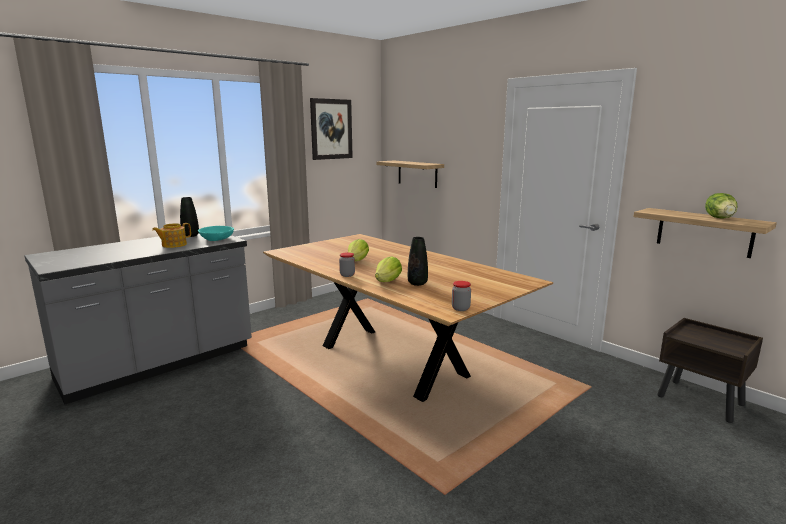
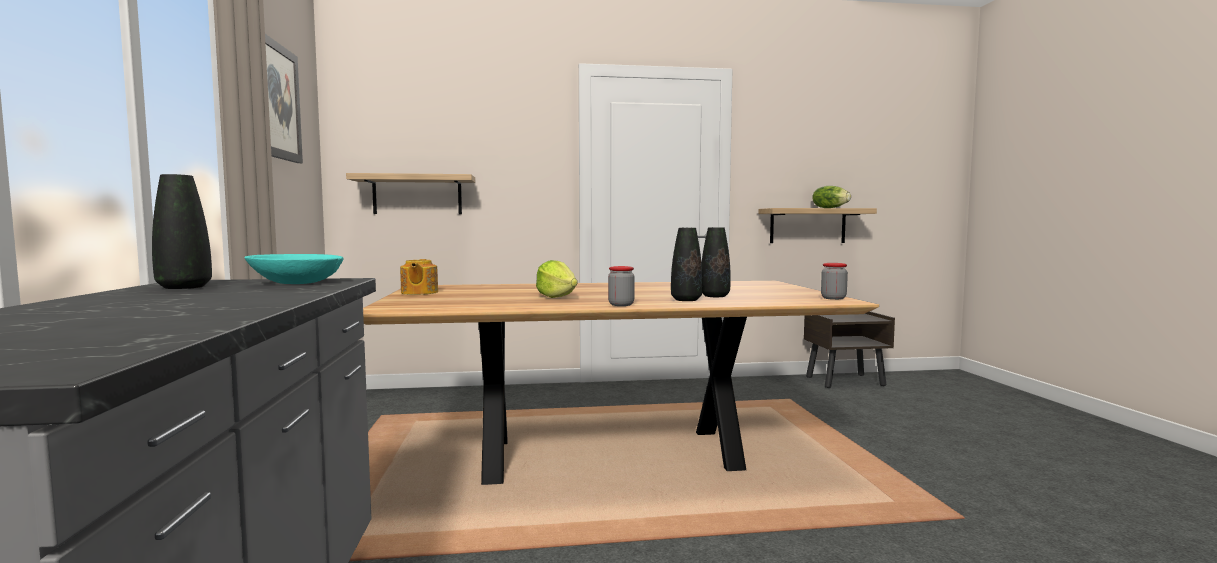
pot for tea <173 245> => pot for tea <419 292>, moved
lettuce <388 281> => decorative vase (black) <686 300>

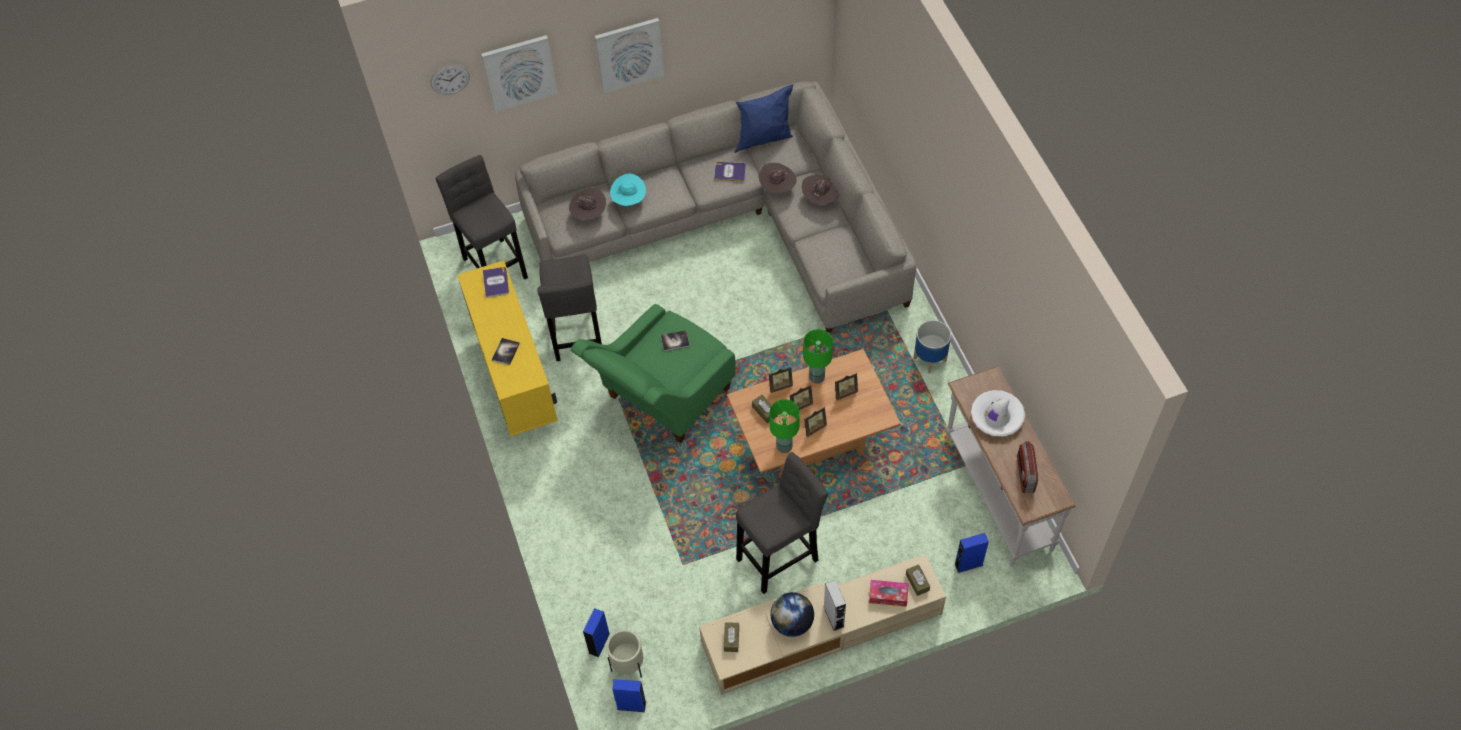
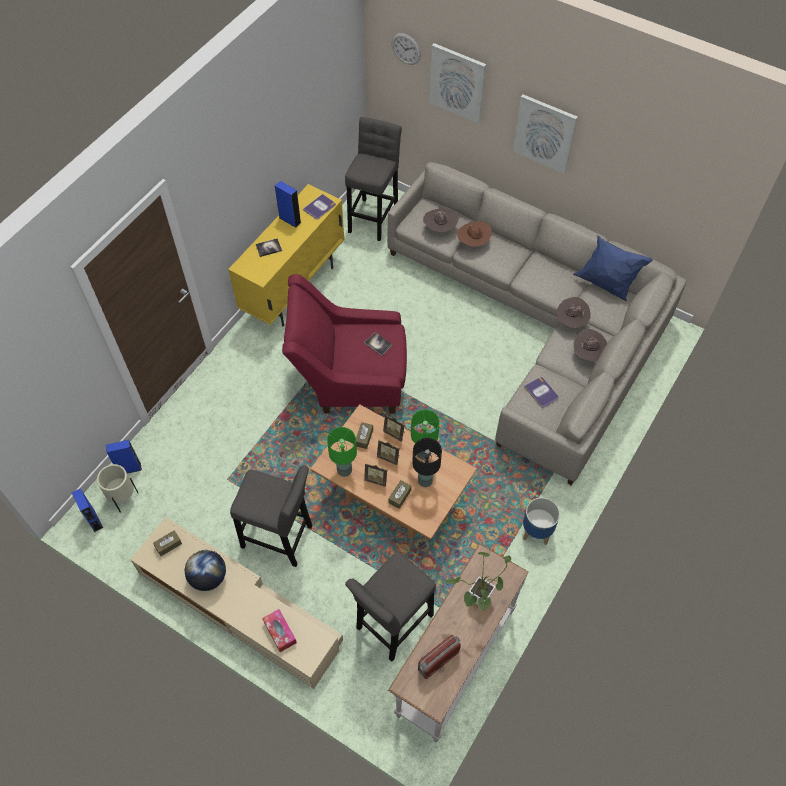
loudspeaker (blue-coloured) <968 564> => loudspeaker (blue-coloured) <290 220>, moved
lounge chair (green-coloured) <662 400> => lounge chair (red) <350 379>
stool seat (gray) <577 337> => stool seat (gray) <392 625>, moved
box of tissues (brown-coloured) <917 582> => box of tissues (brown-coloured) <399 496>, moved
standing frame <844 392> => tabletop lamp (black) <425 480>
hat (white) <997 417> => plant in a pot <477 602>
hat (turquoise-coloured) <629 200> => hat (brown-coloured) <473 243>
book <730 172> => book <541 392>, moved
loudspeaker (gray) <833 616> => nothing

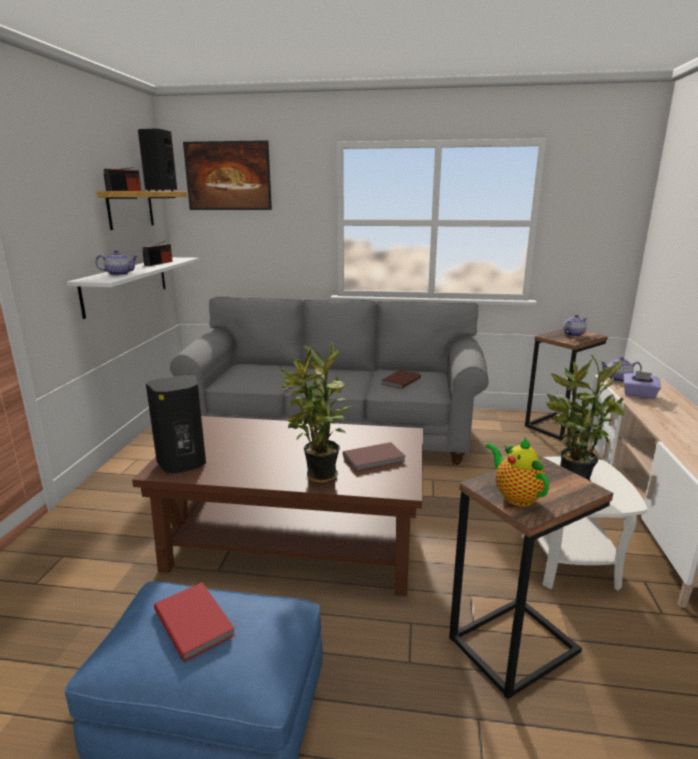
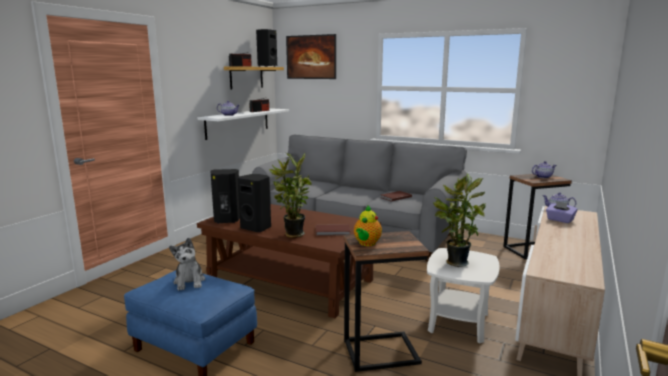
book (red) <195 621> => cuddly toy <189 281>
nothing => loudspeaker (black) <257 228>
pot for tea <515 496> => pot for tea <366 243>, 150 degrees counterclockwise

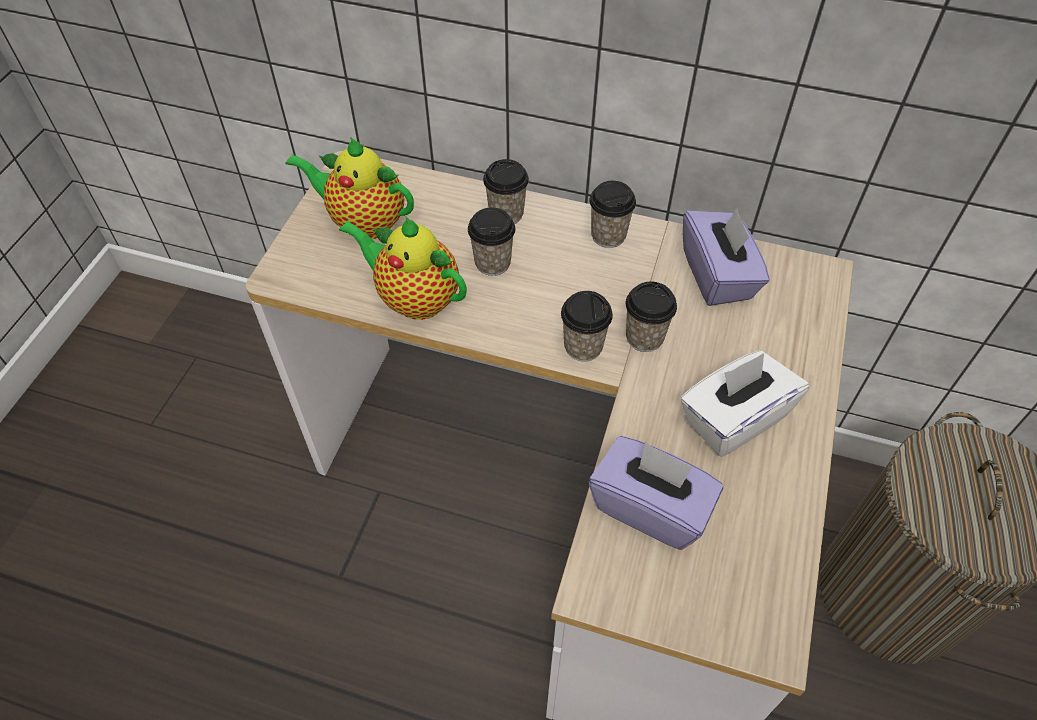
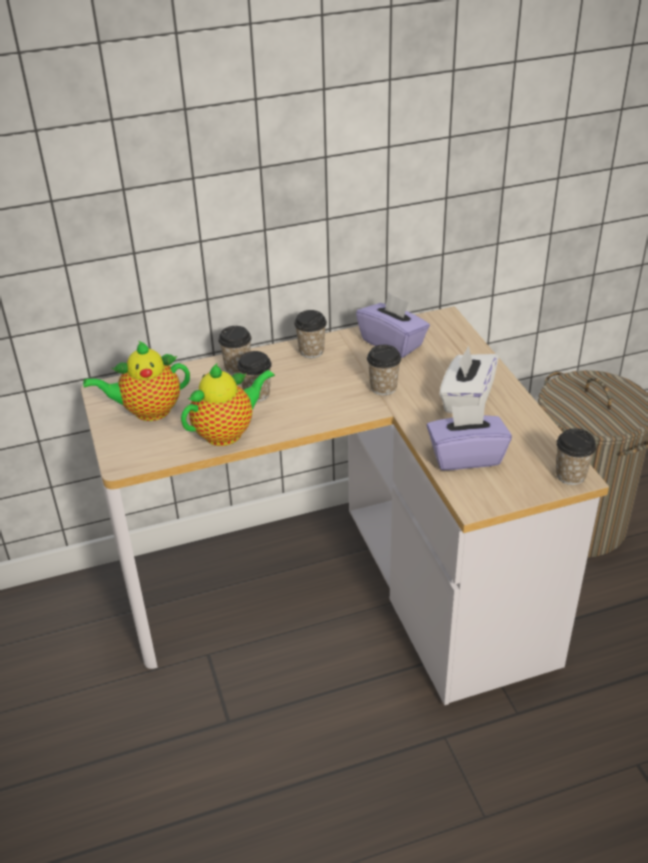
pot for tea <414 298> => pot for tea <227 432>, 150 degrees clockwise
drinking cup <583 346> => drinking cup <570 475>, moved

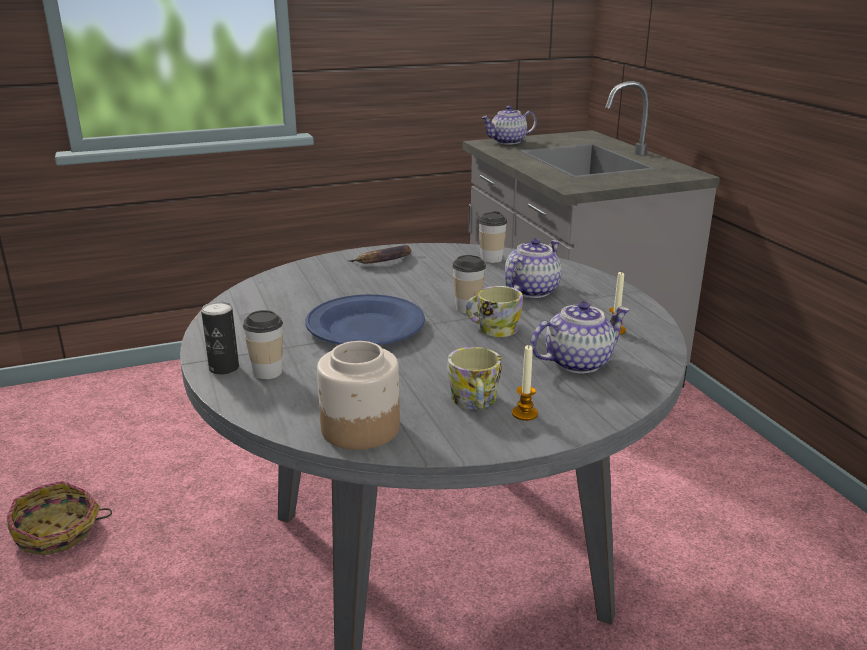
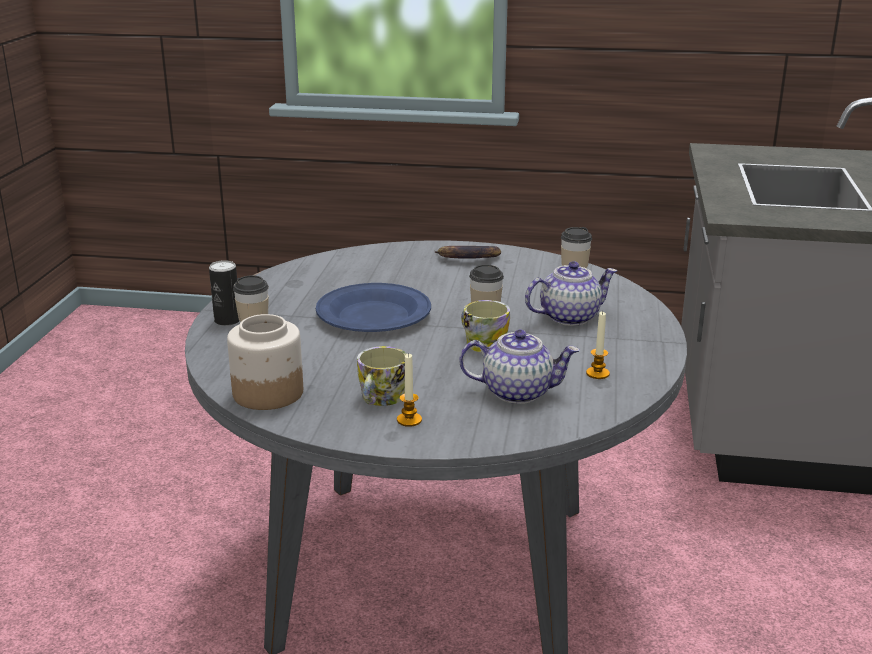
household basket <58 532> => nothing
pot for tea <508 142> => nothing

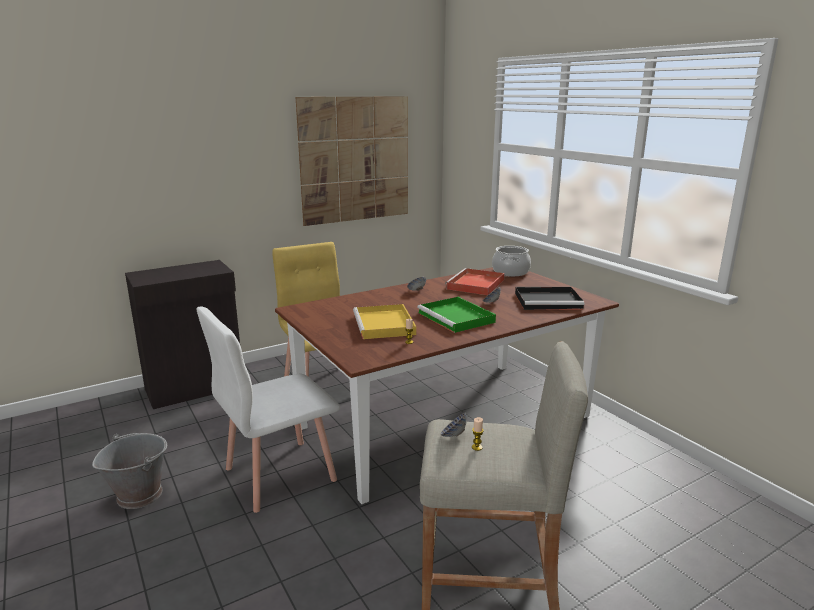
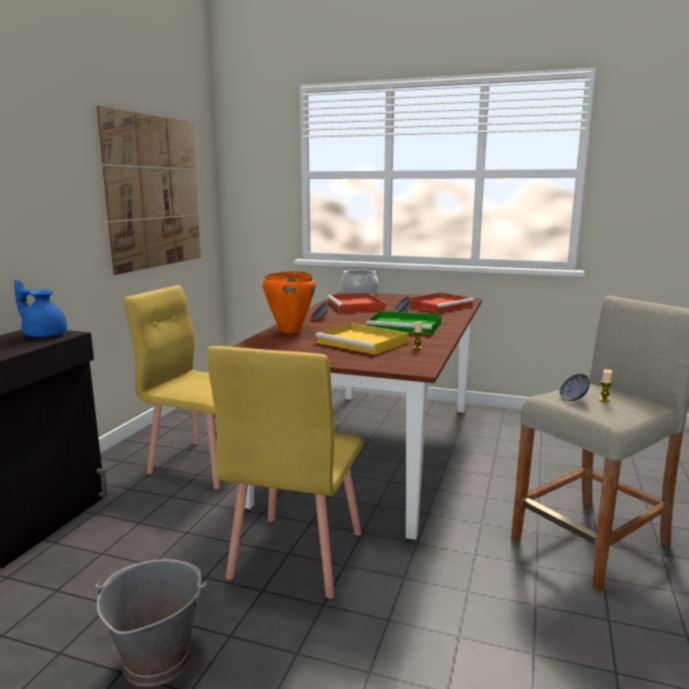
nothing => pot for tea (blue-coloured) <44 335>
upright chair (white) <279 474> => upright chair (yellow) <296 555>
nothing => saucepot (orange) <289 330>
tray (black) <549 301> => tray (red) <438 305>

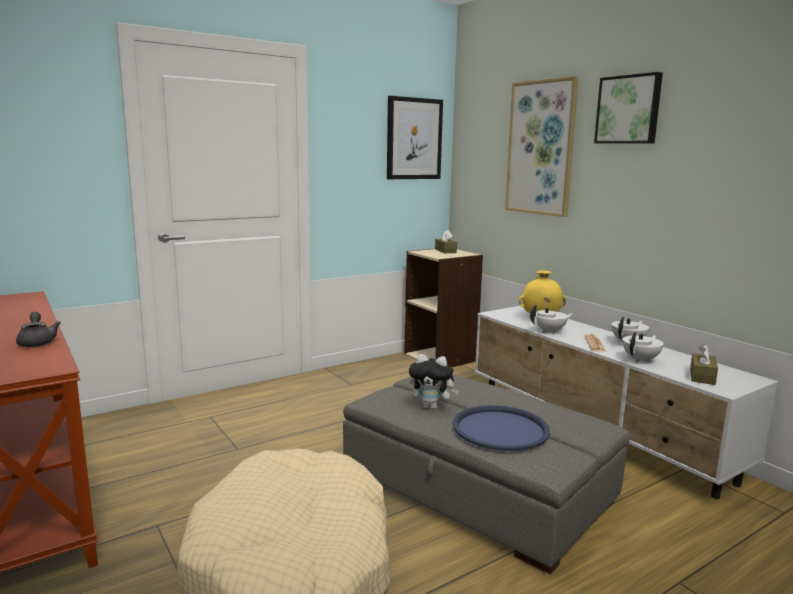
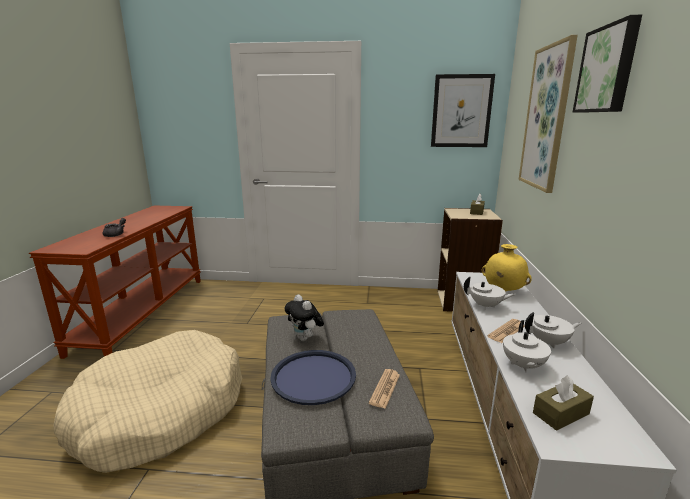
nothing => printed paper <385 388>
pot for tea (white) <641 360> => pot for tea (white) <522 365>, 105 degrees clockwise

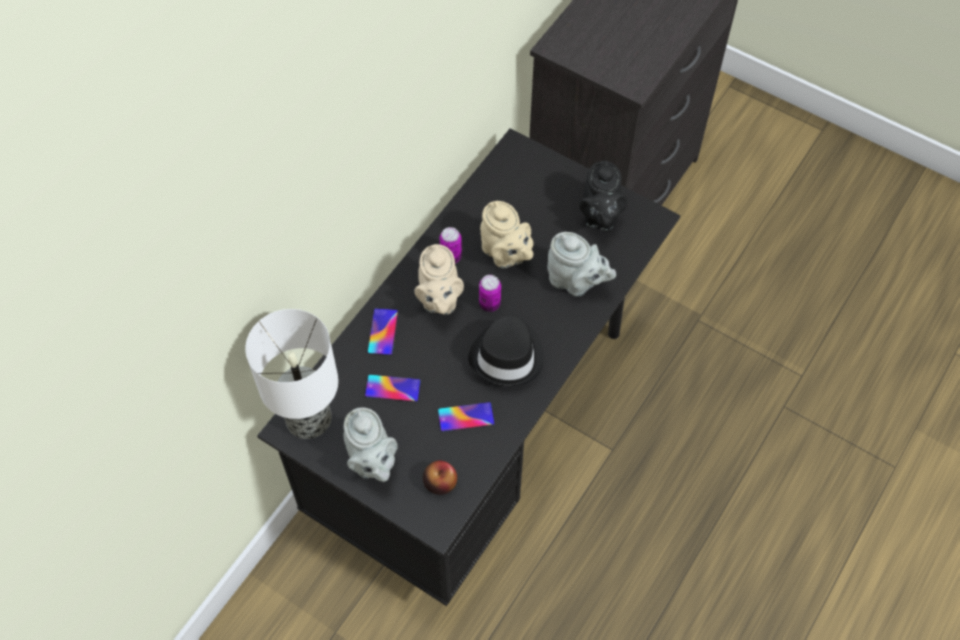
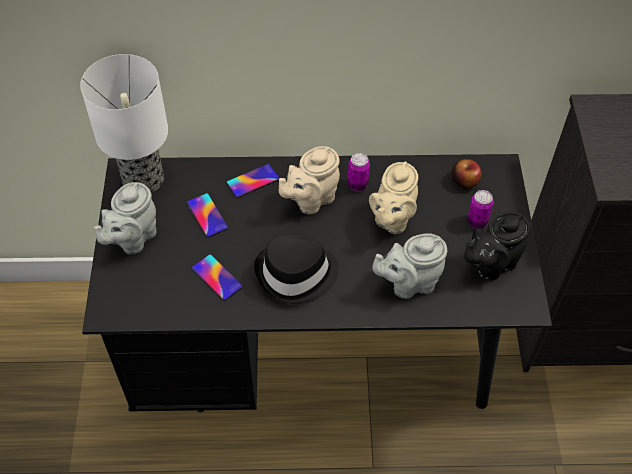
pot for tea (gray) <575 282> => pot for tea (gray) <409 283>, 75 degrees clockwise
apple <440 482> => apple <464 181>, moved
can <489 304> => can <477 221>, moved

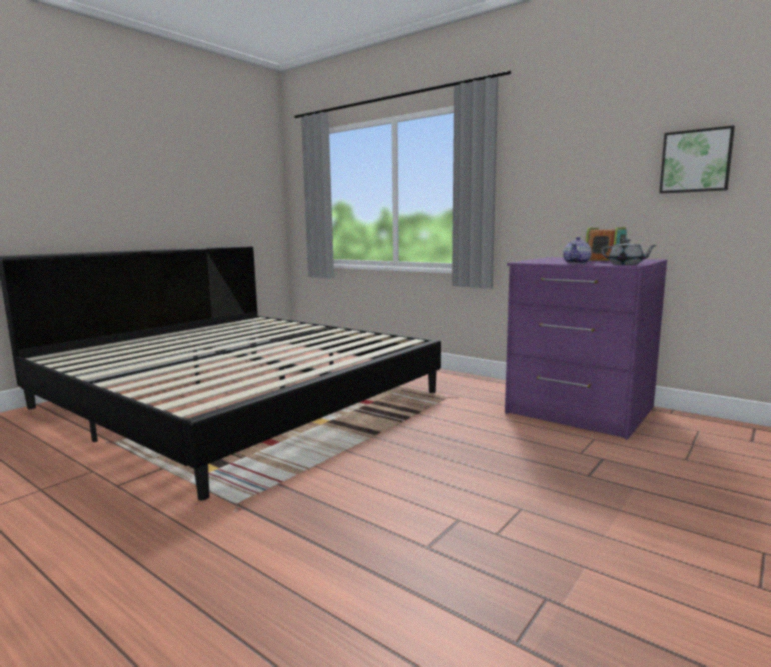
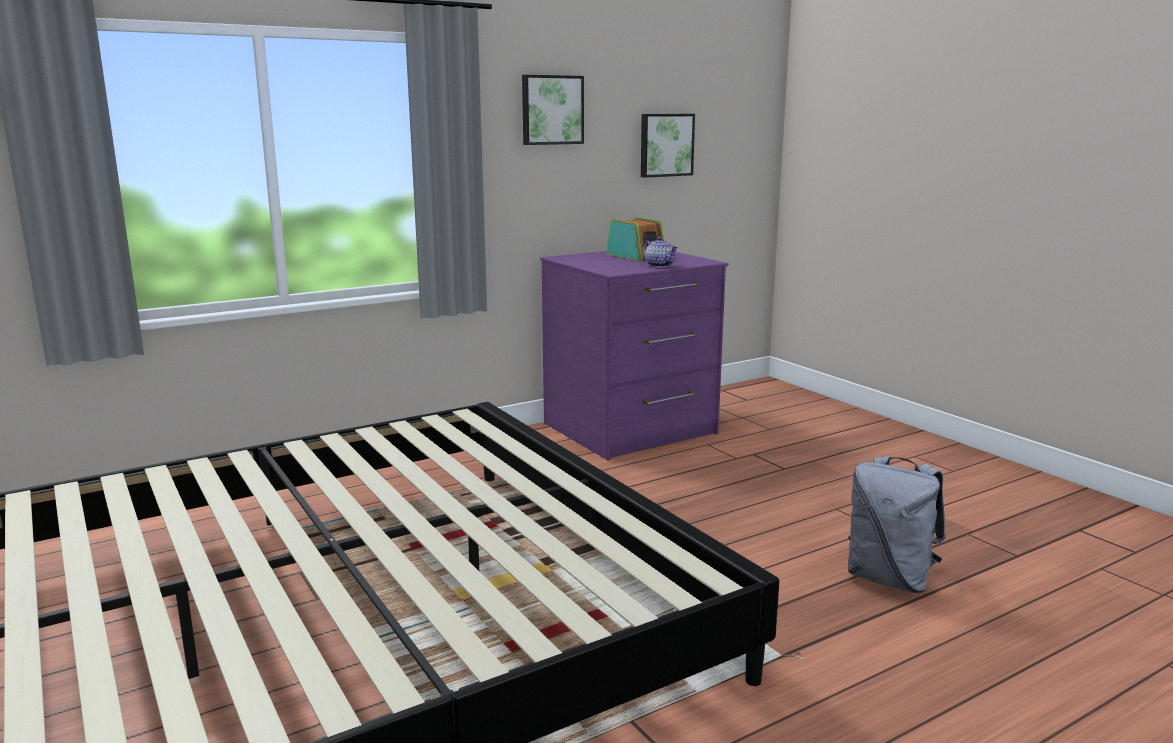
nothing => wall art <551 110>
nothing => knapsack (gray) <890 579>
pot for tea (gray) <626 264> => nothing

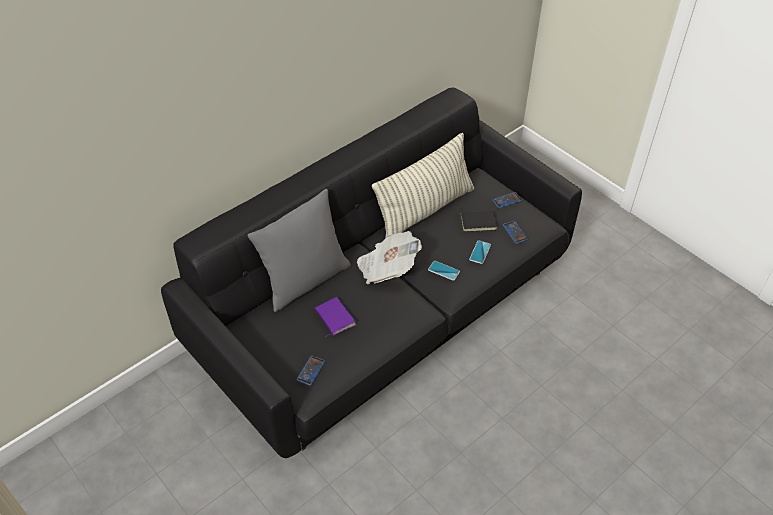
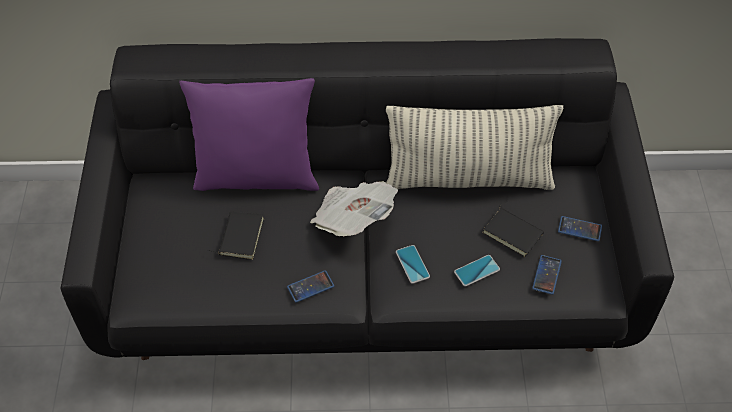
cushion (gray) <305 281> => cushion (purple) <257 176>
book (purple) <334 318> => book (black) <239 237>
phone <311 370> => phone <310 286>, moved

